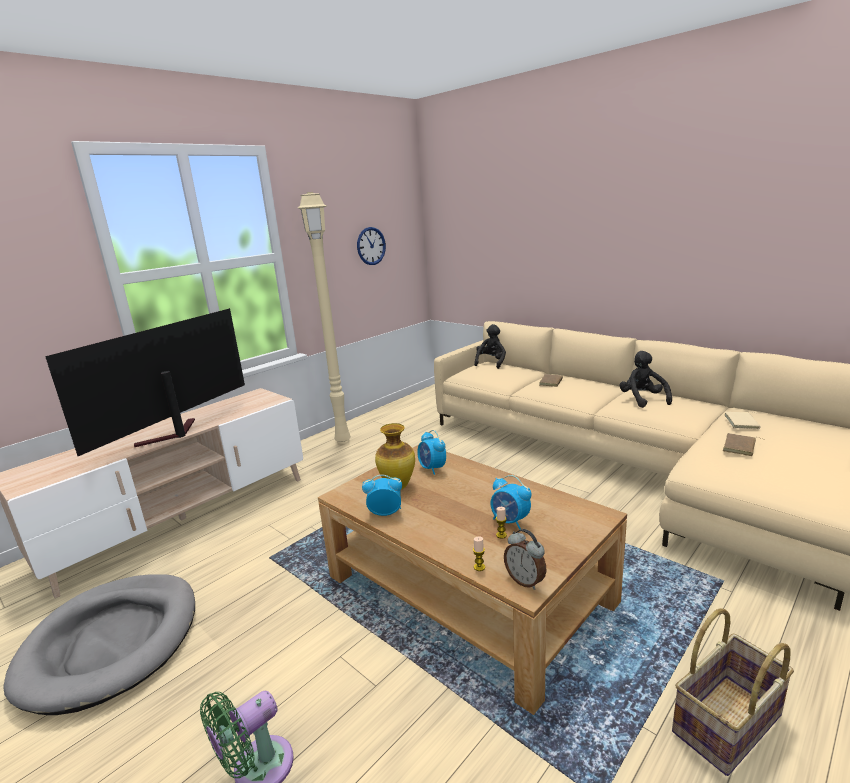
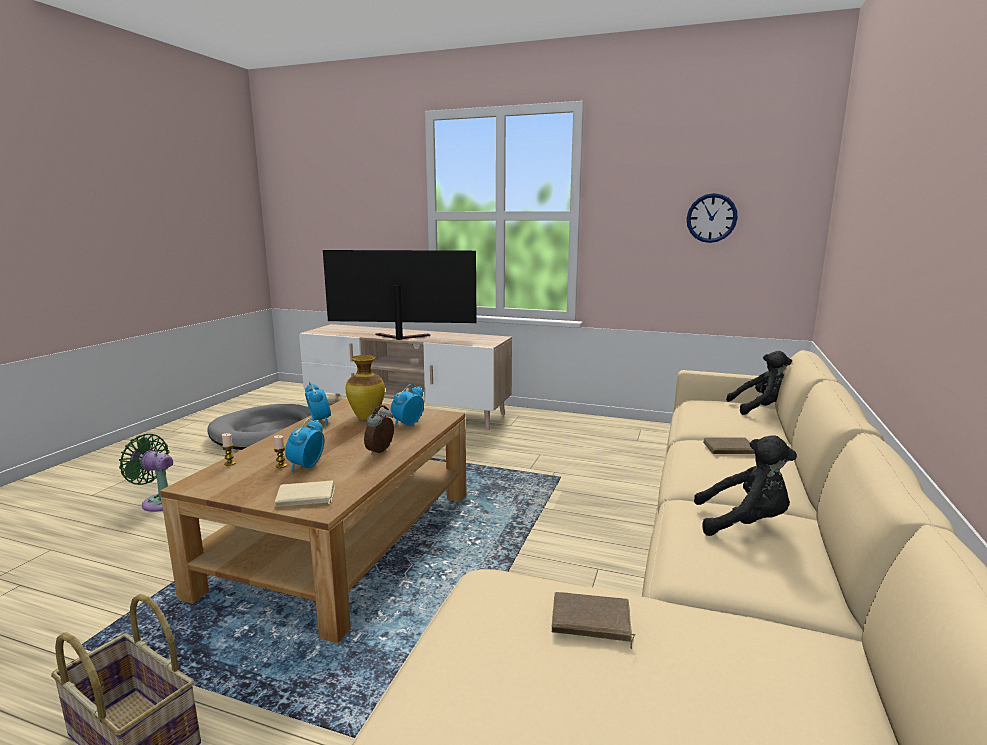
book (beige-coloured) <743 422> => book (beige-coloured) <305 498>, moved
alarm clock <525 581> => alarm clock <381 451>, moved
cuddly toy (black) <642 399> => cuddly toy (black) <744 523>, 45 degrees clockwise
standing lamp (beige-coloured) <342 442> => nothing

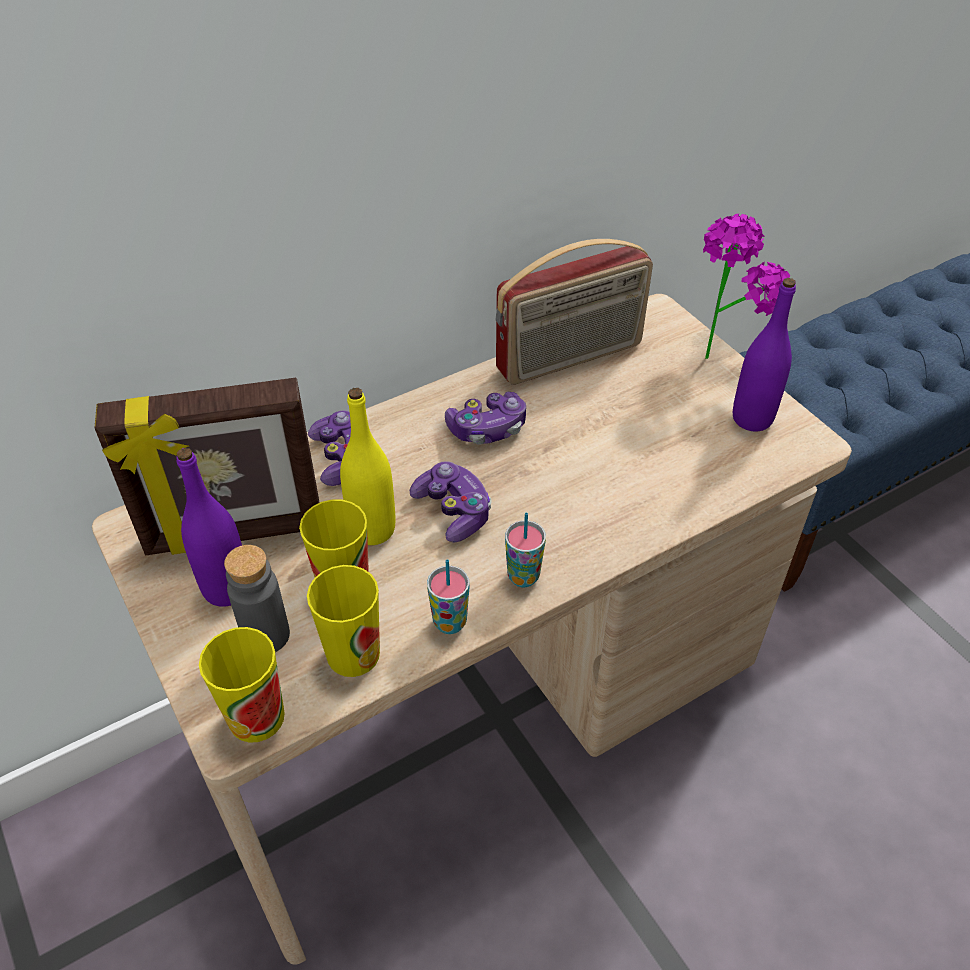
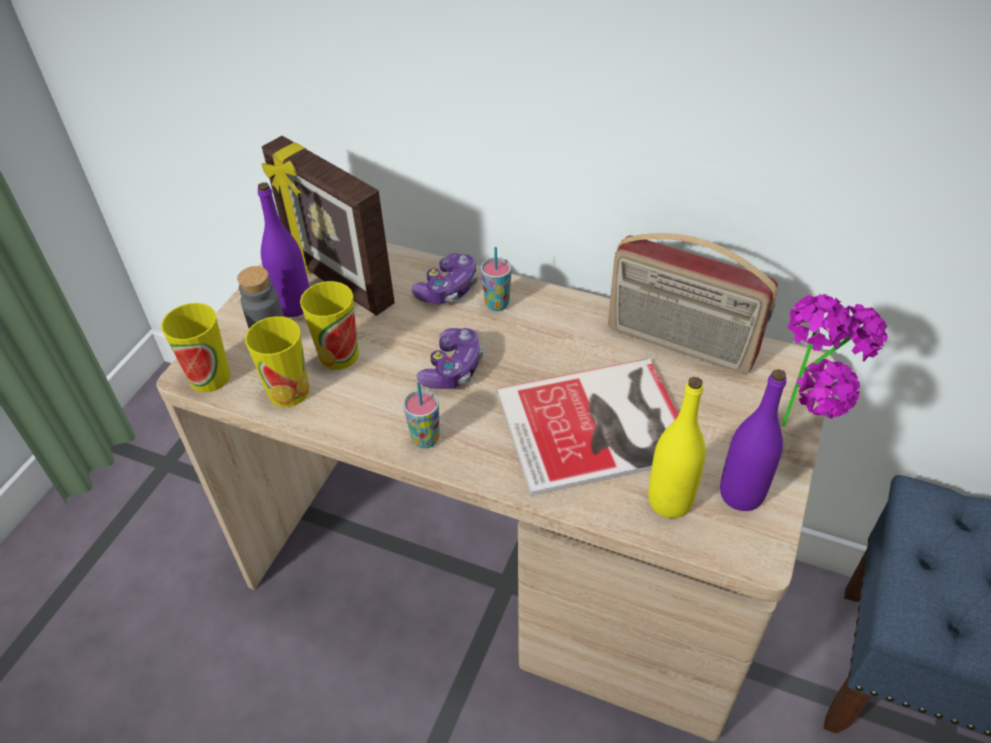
drinking cup <450 622> => drinking cup <497 304>, moved
nothing => book <600 426>
drink bottle (yellow) <372 529> => drink bottle (yellow) <669 501>, moved
joypad <487 428> => nothing

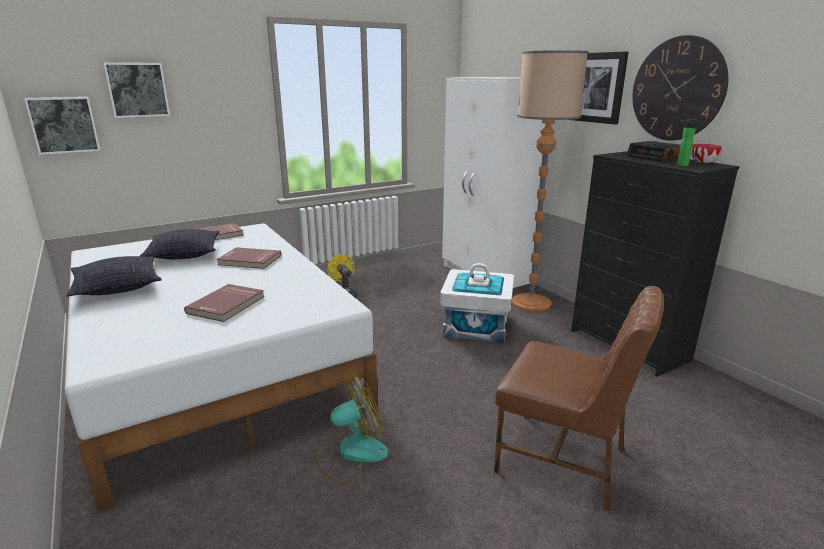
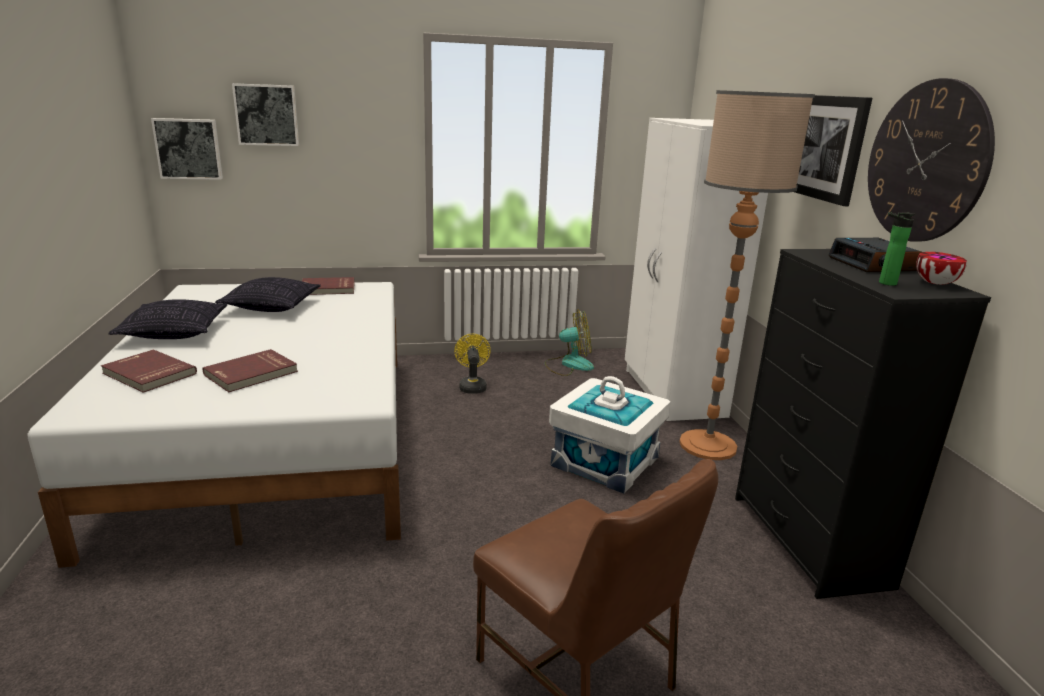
book (red) <249 260> => book (red) <148 374>, moved
cooling fan <351 453> => cooling fan <569 364>, moved

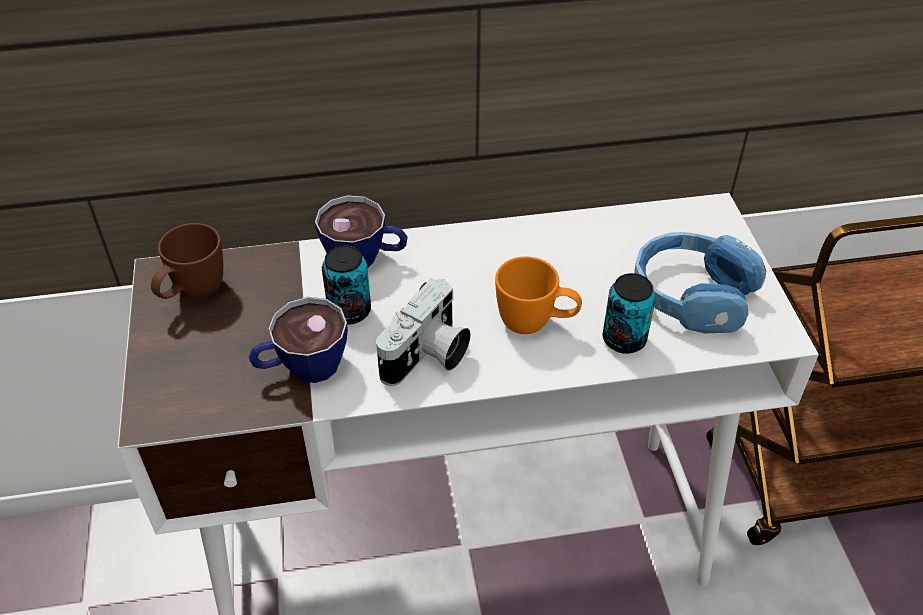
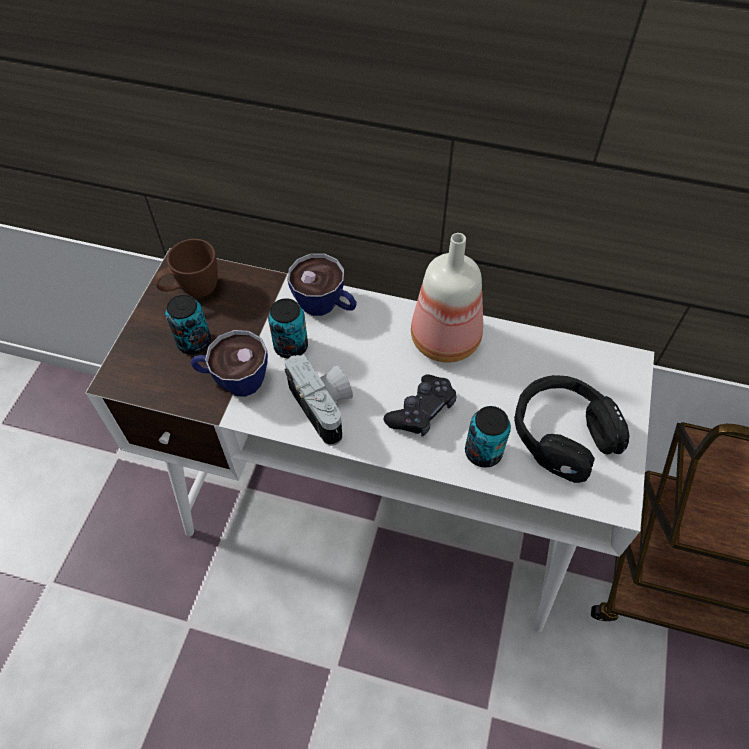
nothing => can <194 342>
still camera <428 357> => still camera <326 406>, 90 degrees counterclockwise
mug (orange) <536 324> => joypad (black) <421 411>
nothing => drink bottle <445 338>
pair of headphones (blue-coloured) <691 295> => pair of headphones (black) <562 434>

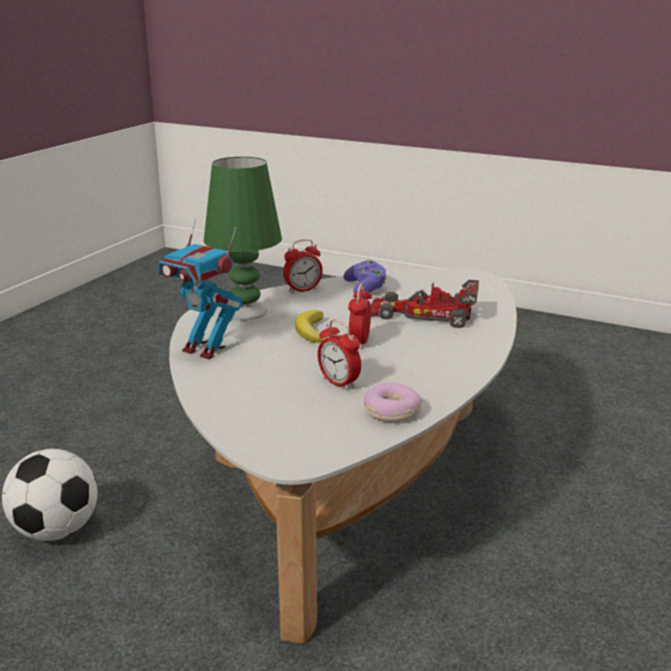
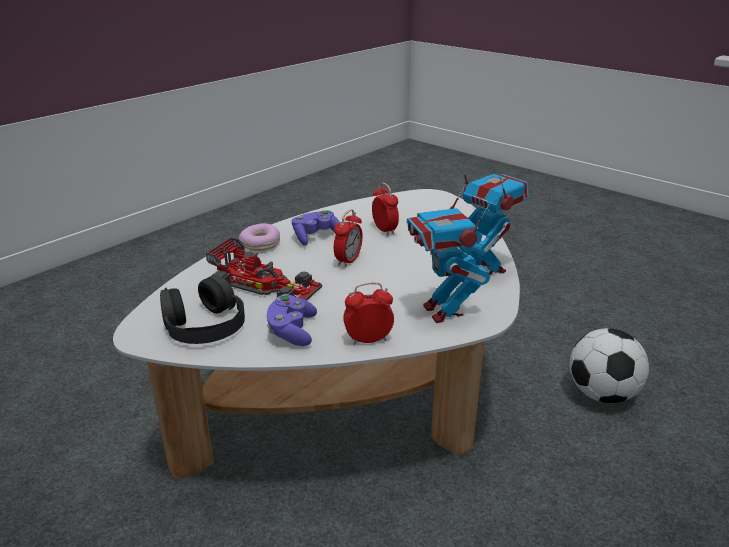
nothing => pair of headphones (black) <204 324>
donut <391 412> => donut <260 244>, moved
nothing => joypad (purple) <316 237>
tabletop lamp (green-coloured) <246 312> => toy robot <443 311>
whole banana <312 331> => nothing

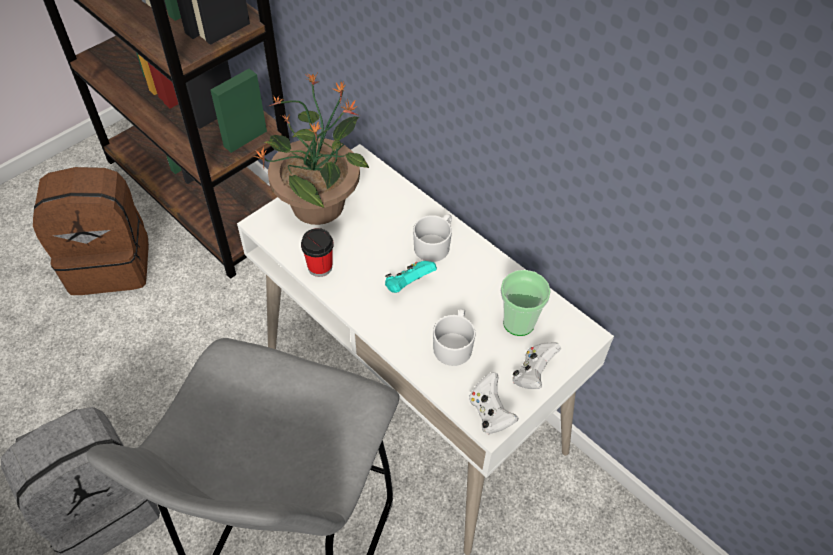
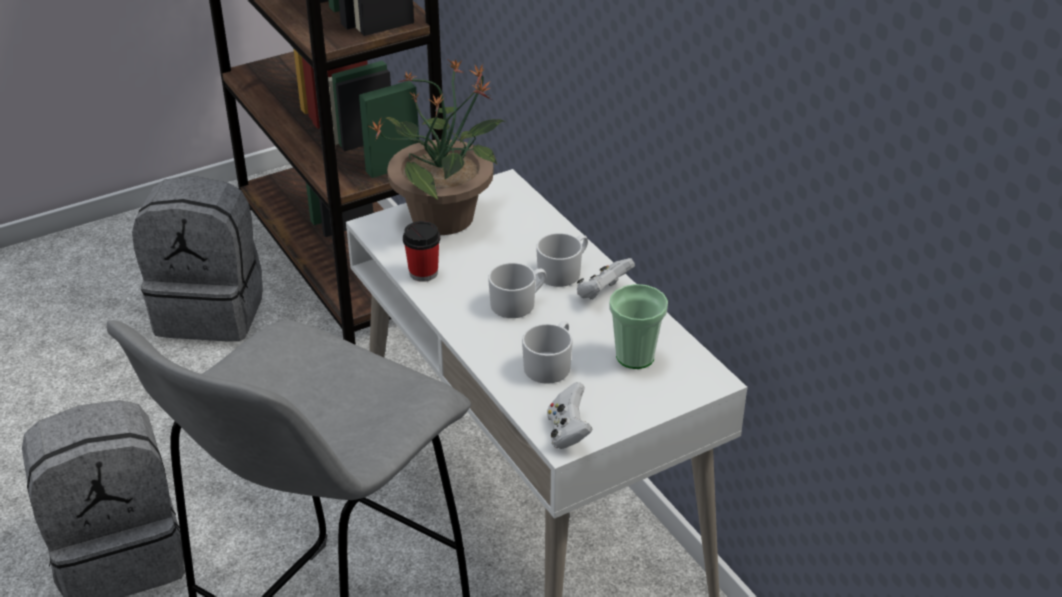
knapsack (brown-coloured) <111 262> => knapsack (gray) <212 311>
joypad (turquoise-coloured) <408 285> => mug (white) <518 303>
joypad (white) <533 374> => joypad (white) <603 293>, moved

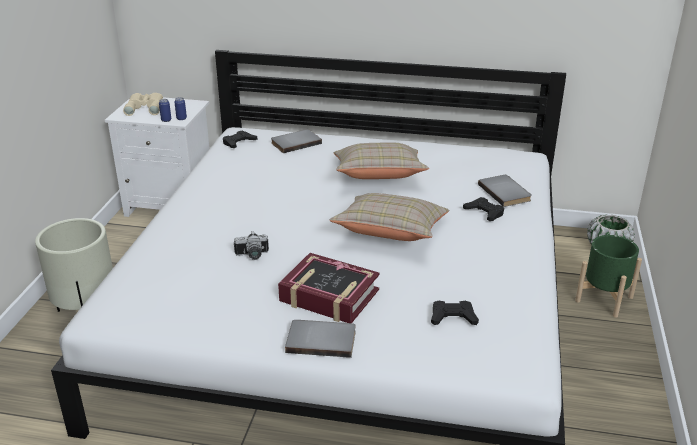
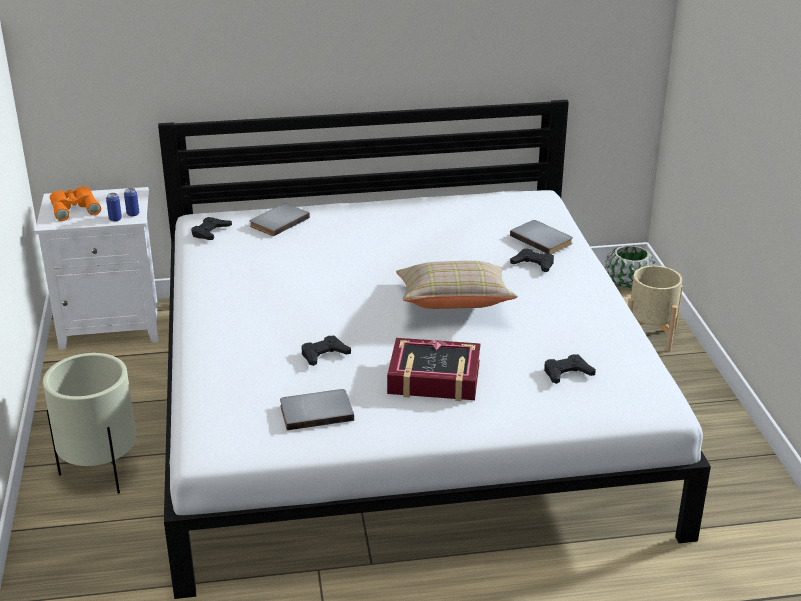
field glasses (beige-coloured) <145 107> => field glasses (orange) <74 207>
book (gray) <321 339> => book (gray) <316 411>, moved
still camera <252 255> => joypad (black) <324 354>
plant pot (green-coloured) <603 299> => plant pot (beige-coloured) <649 335>
cushion (beige-coloured) <378 177> => nothing

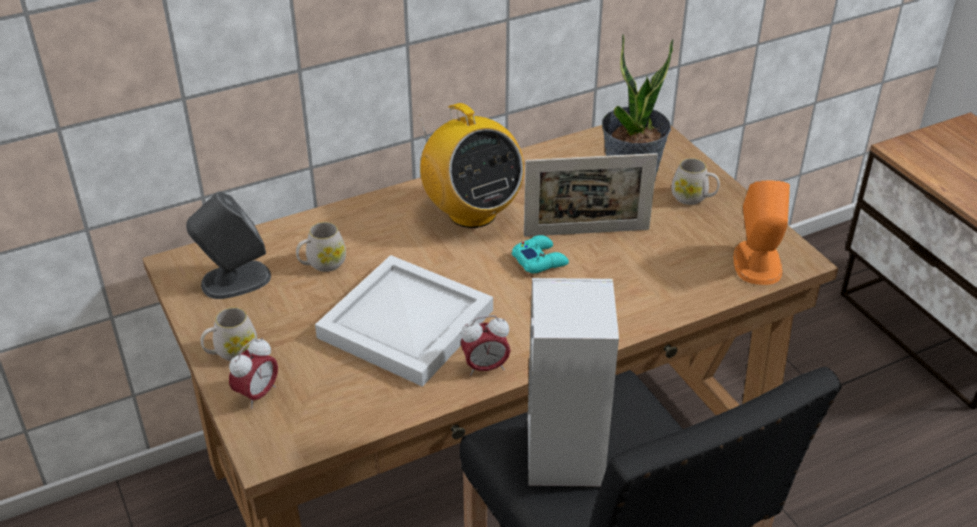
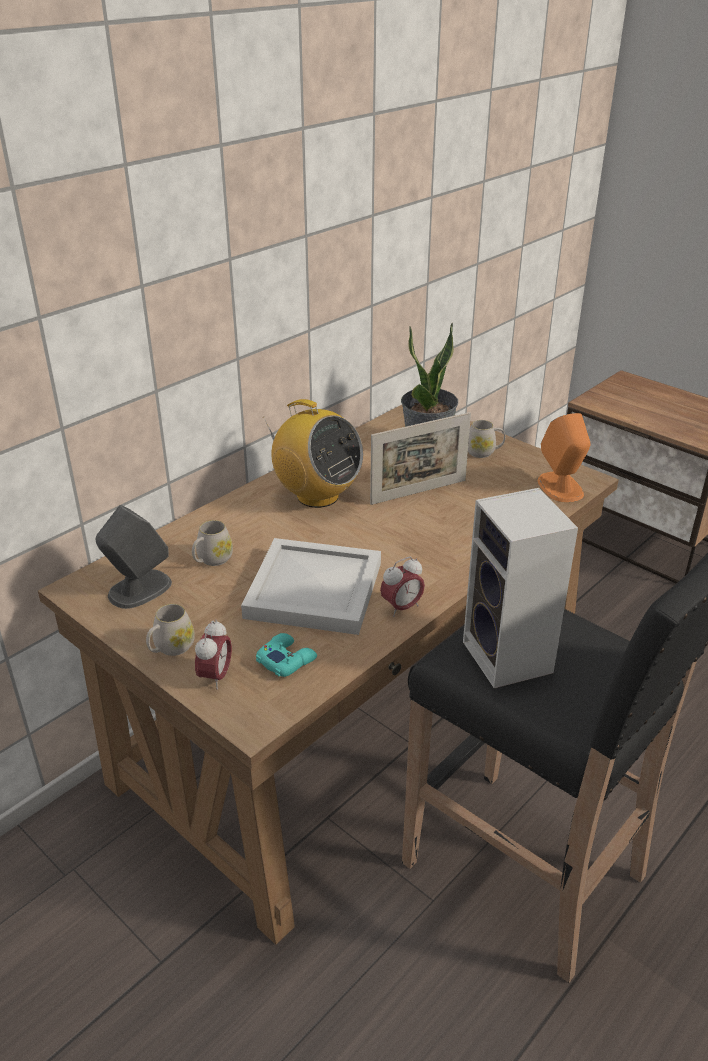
joypad (turquoise-coloured) <540 260> => joypad (turquoise-coloured) <286 660>, moved

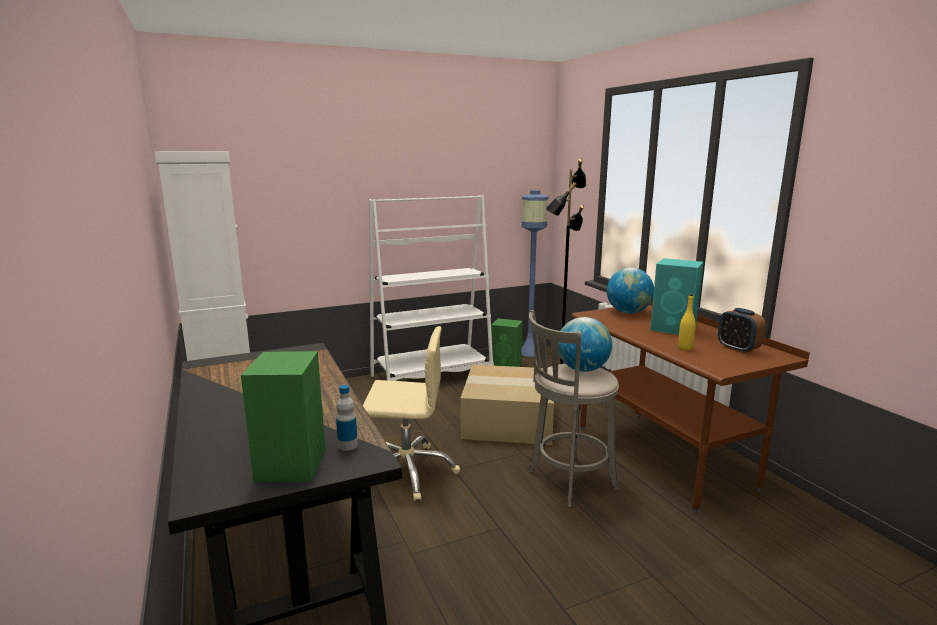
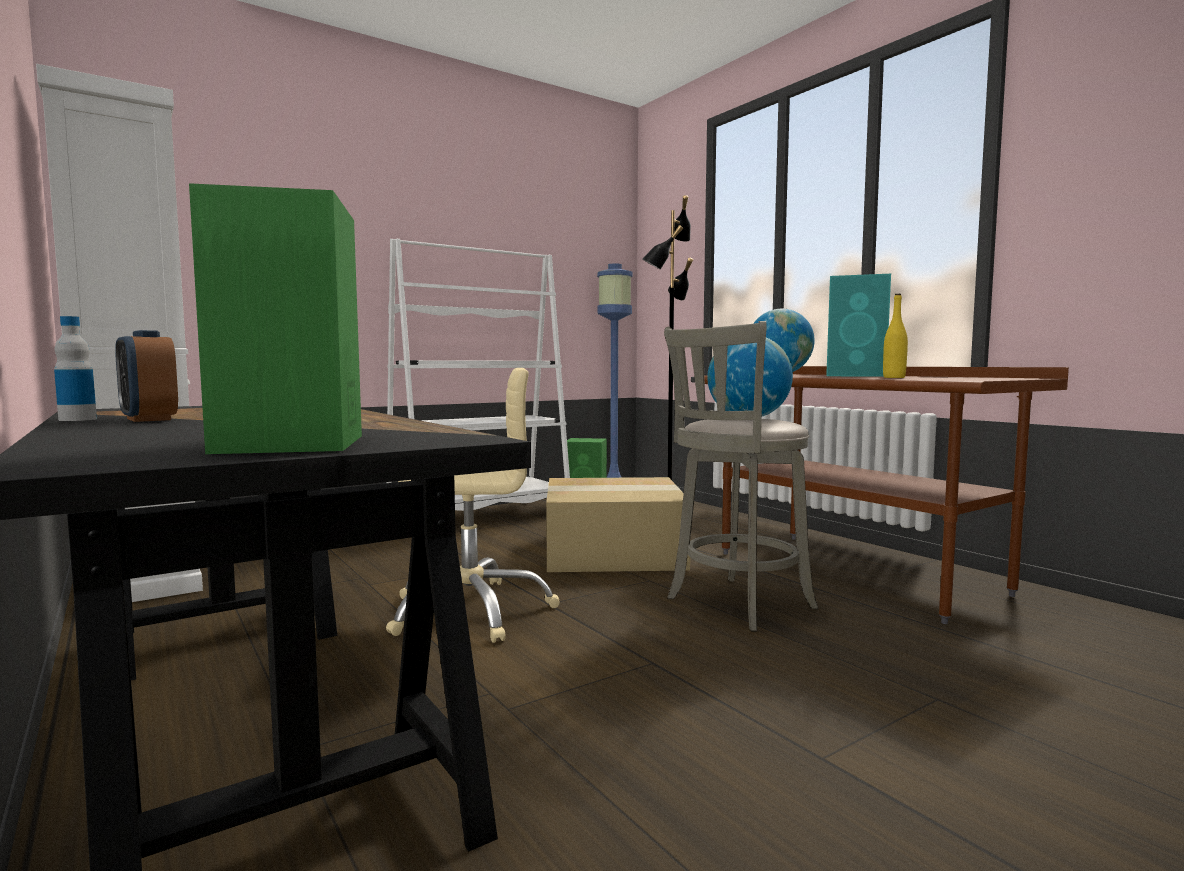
drink bottle <347 445> => drink bottle <77 419>, moved
alarm clock <738 349> => alarm clock <148 419>, moved

